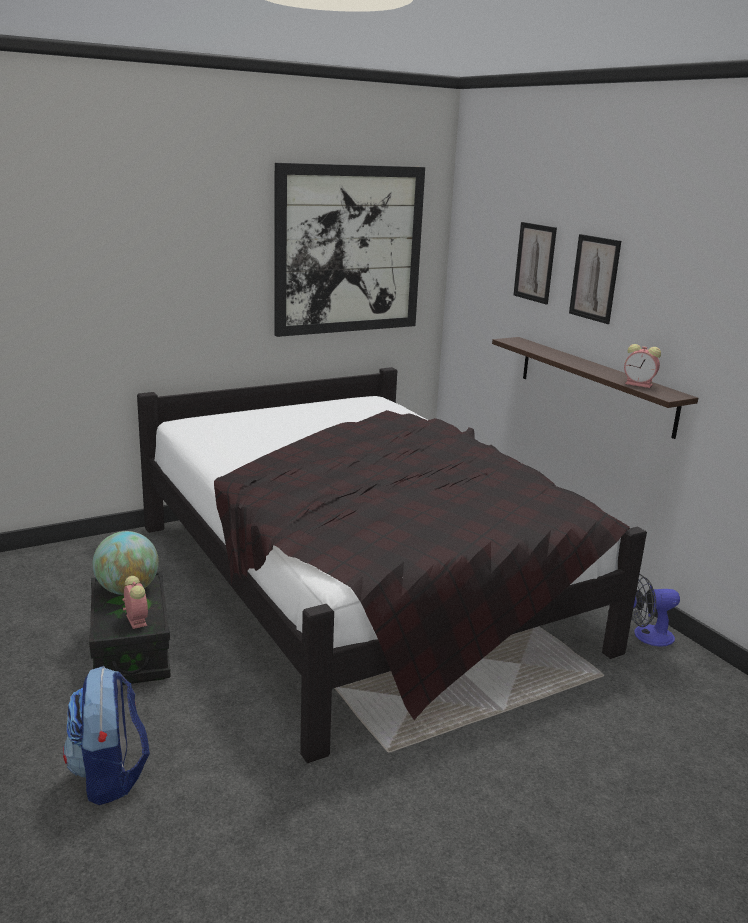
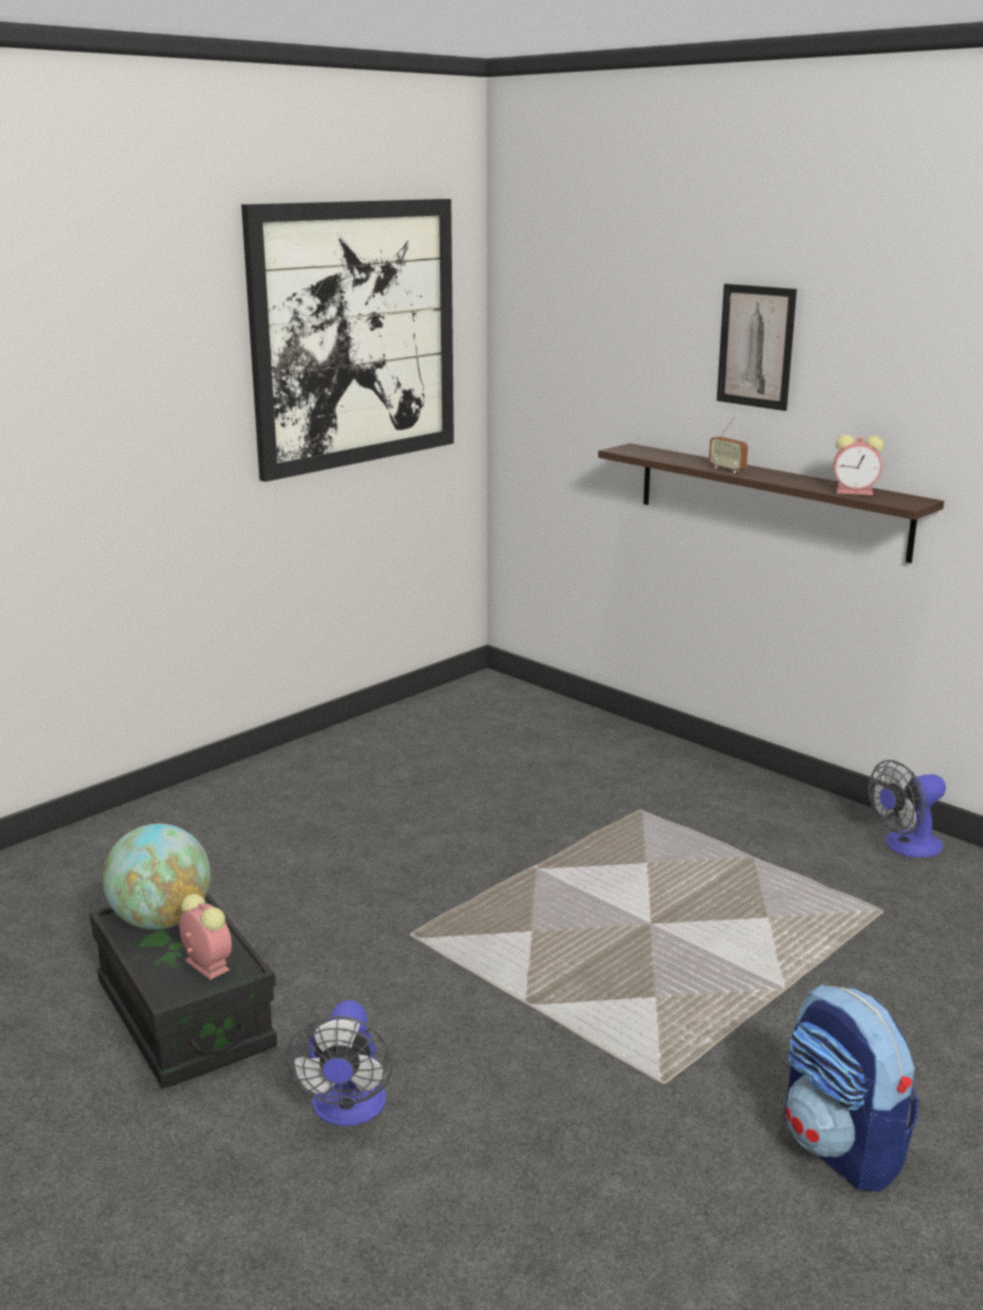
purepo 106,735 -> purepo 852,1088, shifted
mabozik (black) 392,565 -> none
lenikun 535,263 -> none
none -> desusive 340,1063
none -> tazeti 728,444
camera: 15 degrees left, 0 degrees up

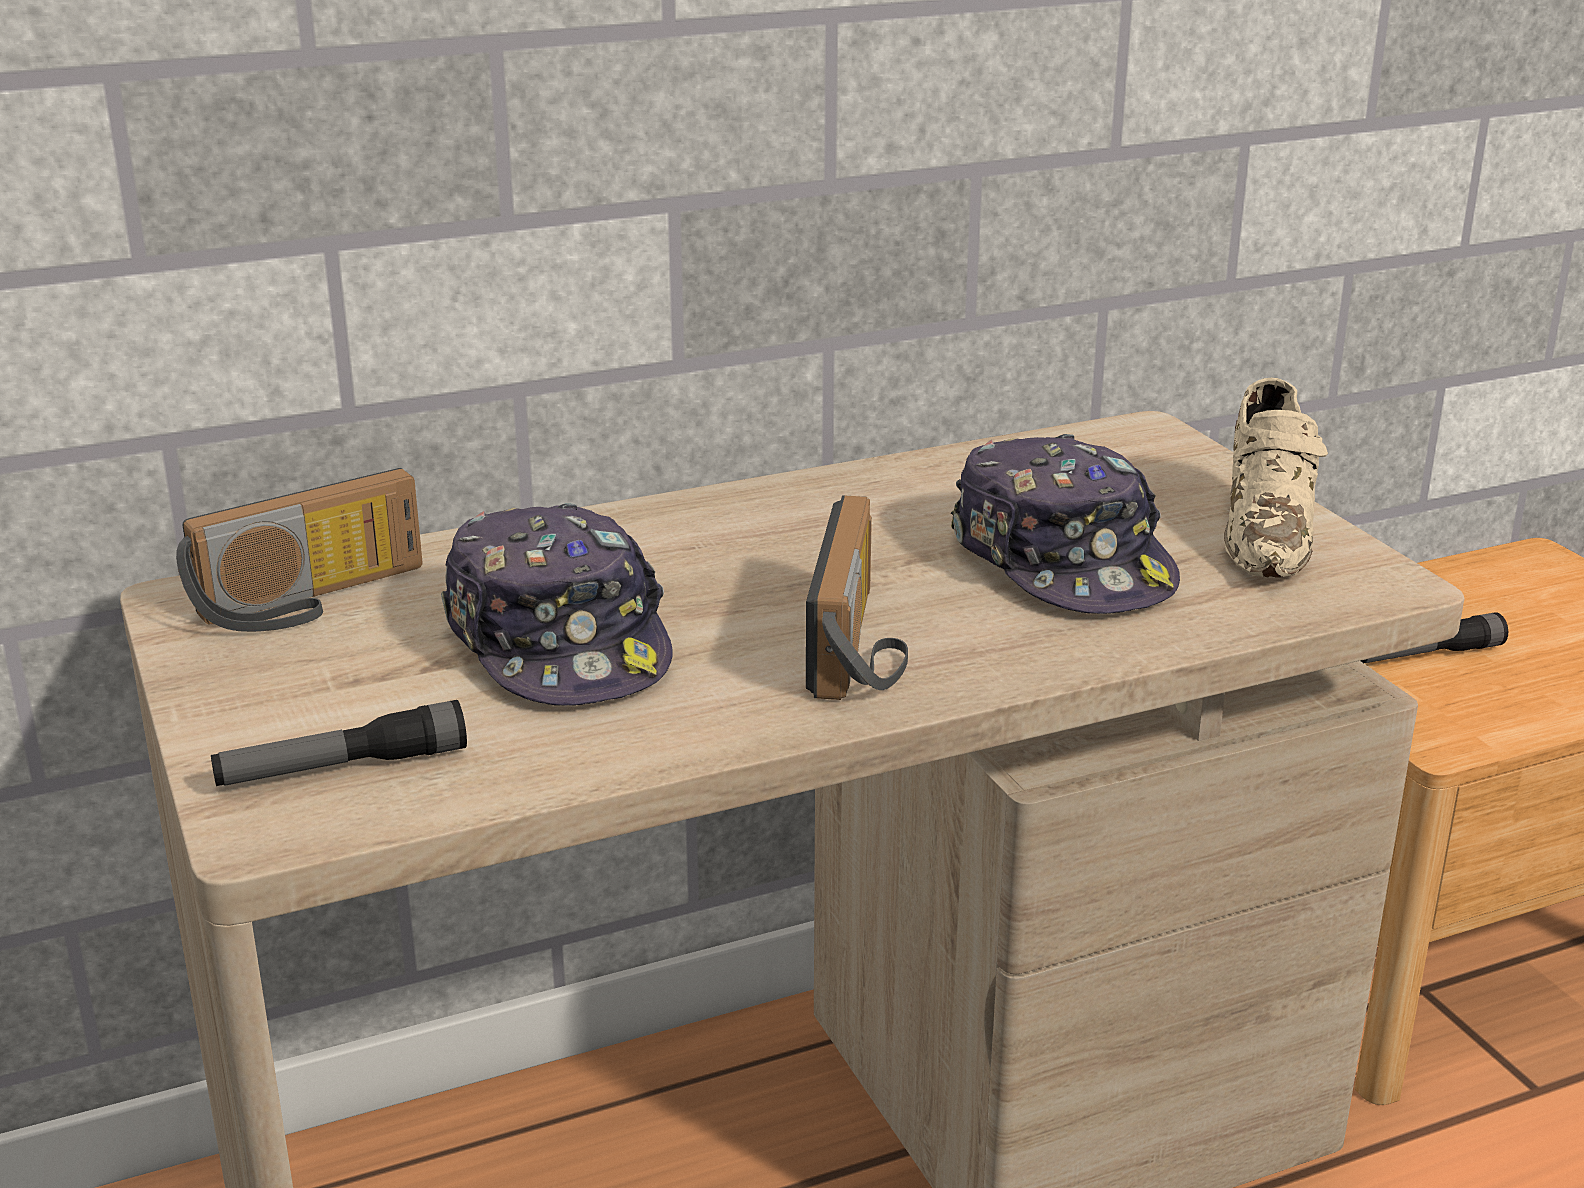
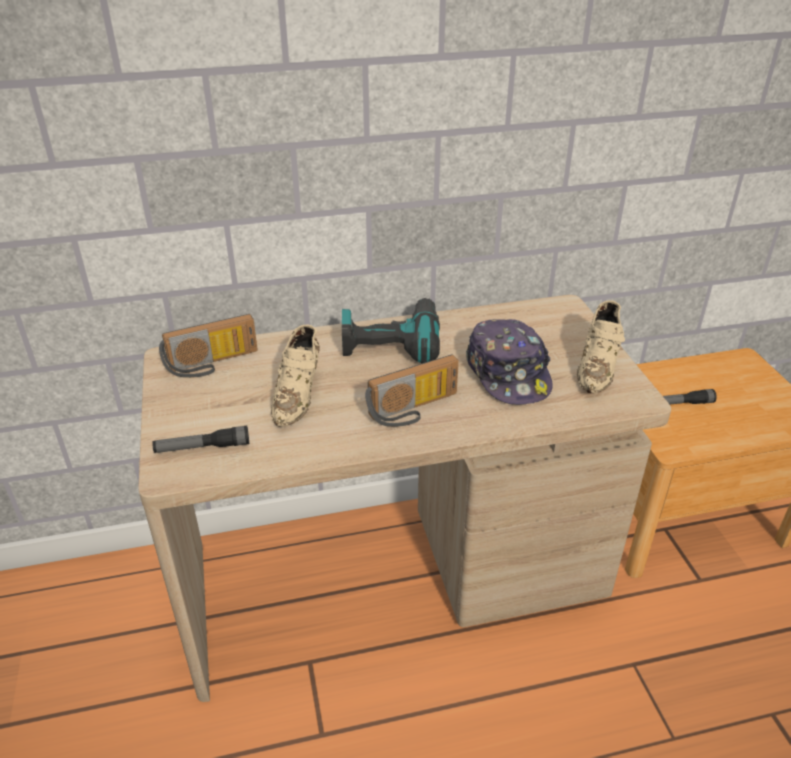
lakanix 556,604 -> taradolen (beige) 295,376
tazeti 857,597 -> tazeti 412,390, 45 degrees clockwise
none -> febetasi 391,331
camera: 10 degrees right, 10 degrees up

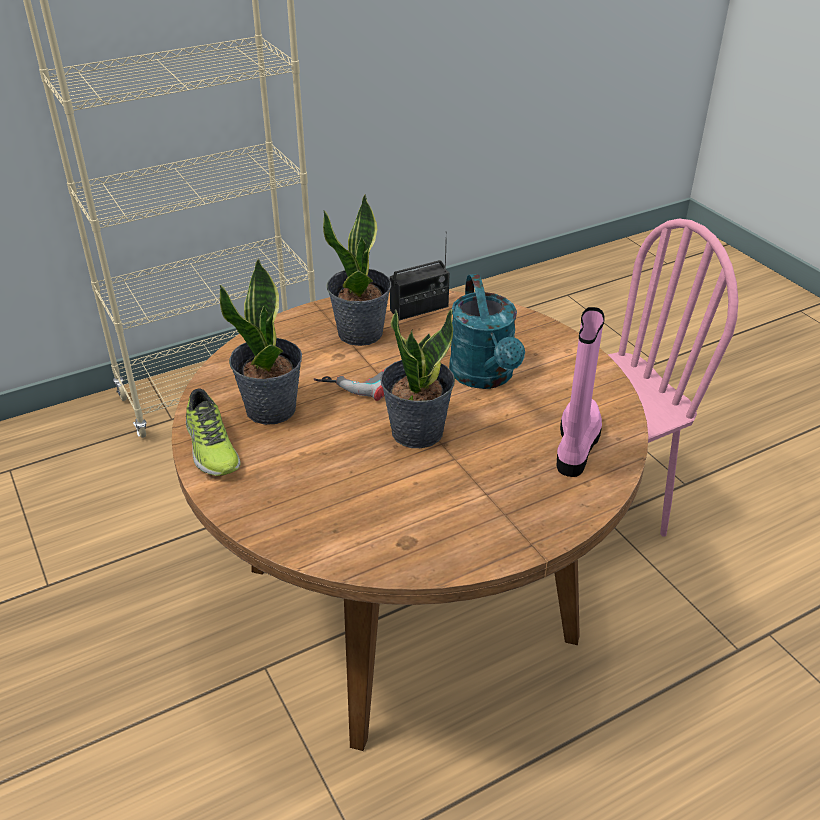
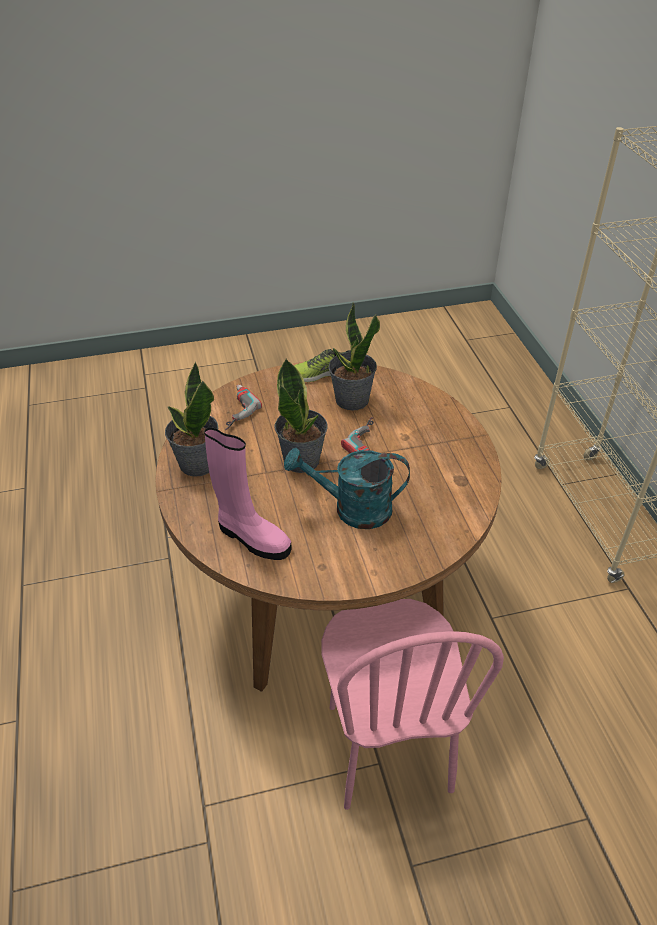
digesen 357,270 -> digesen 192,419, shifted
tazeti 420,276 -> none
none -> febetasi 243,407
camera: 105 degrees right, 5 degrees up

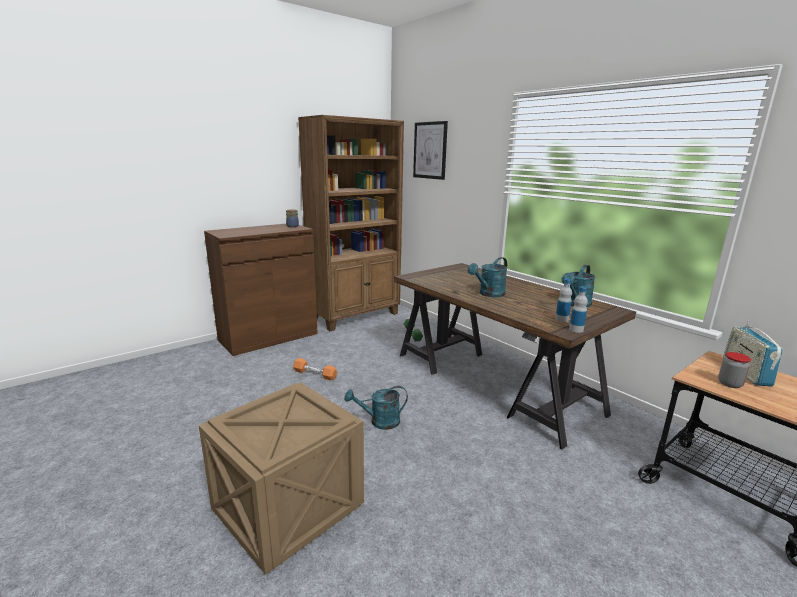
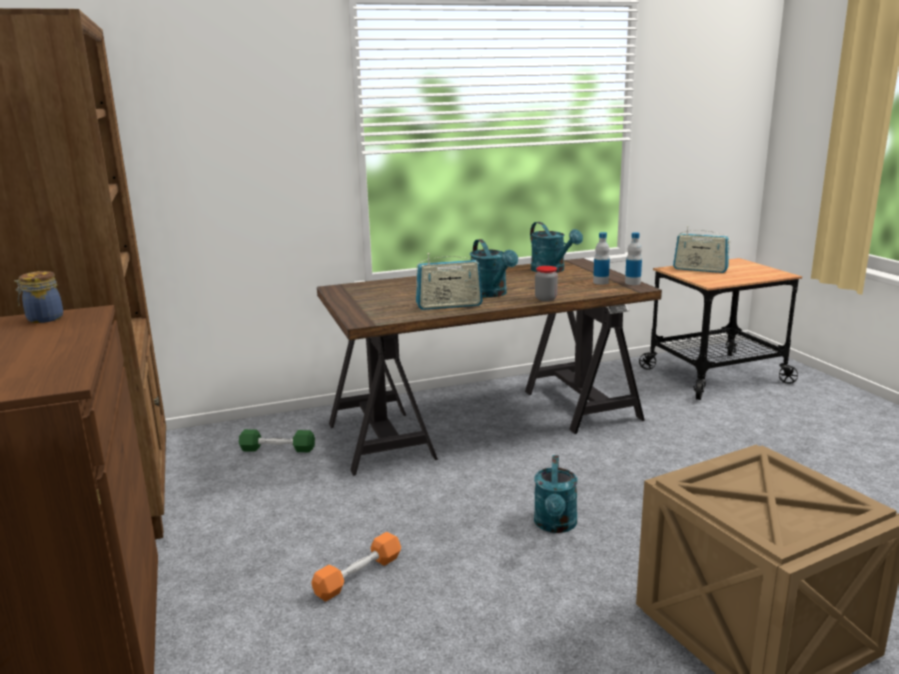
lenikun 430,150 -> none
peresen 734,370 -> peresen 546,283, shifted
none -> tazeti 449,281
camera: 70 degrees left, 0 degrees up

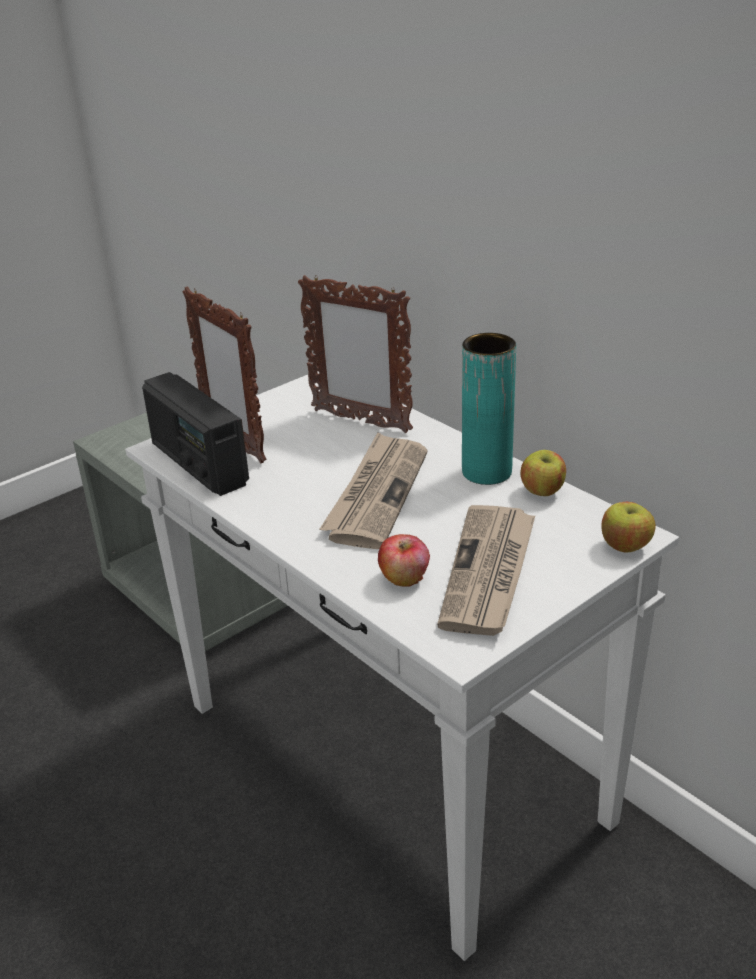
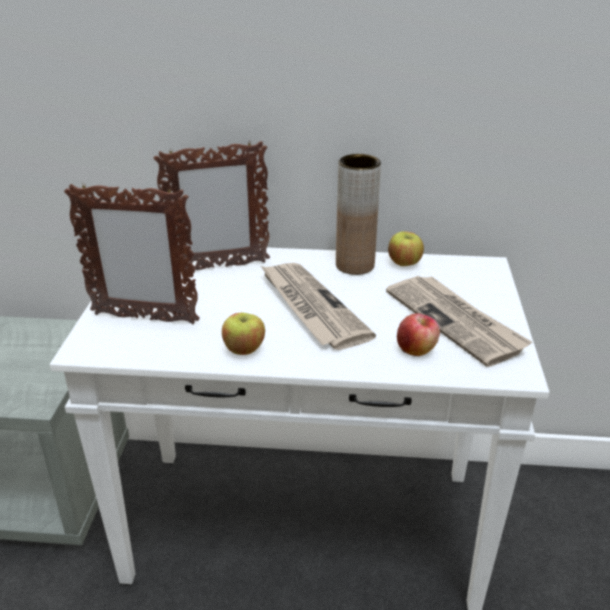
tazeti 195,434 -> none
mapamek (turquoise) 489,409 -> mapamek (brown) 358,214
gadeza 628,527 -> gadeza 243,334, shifted
camera: 45 degrees left, 0 degrees up

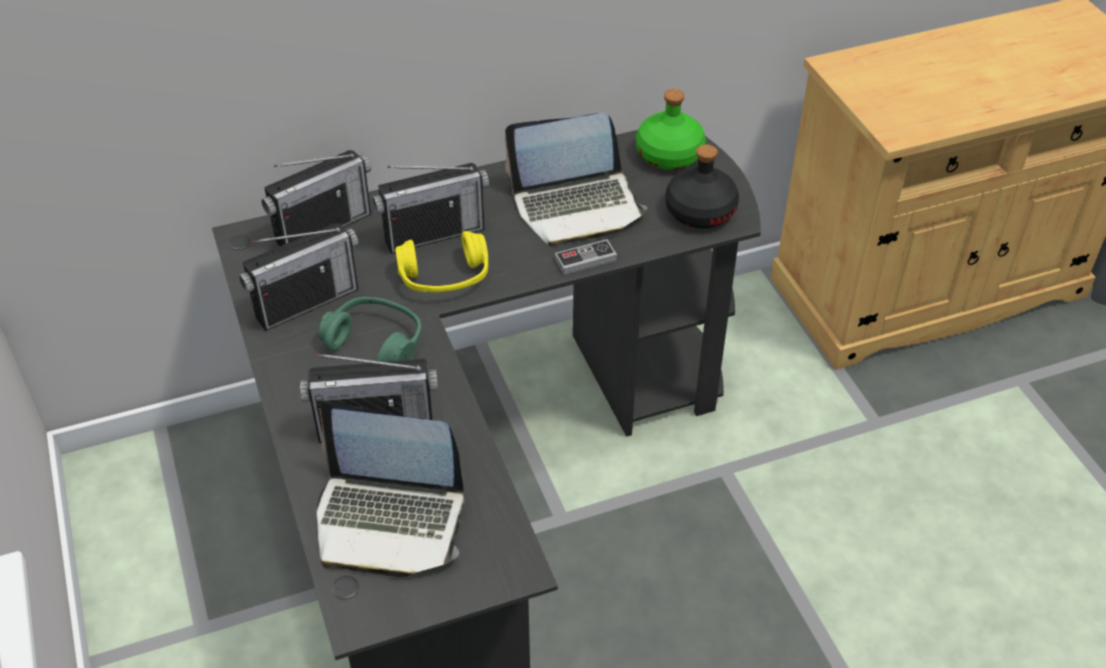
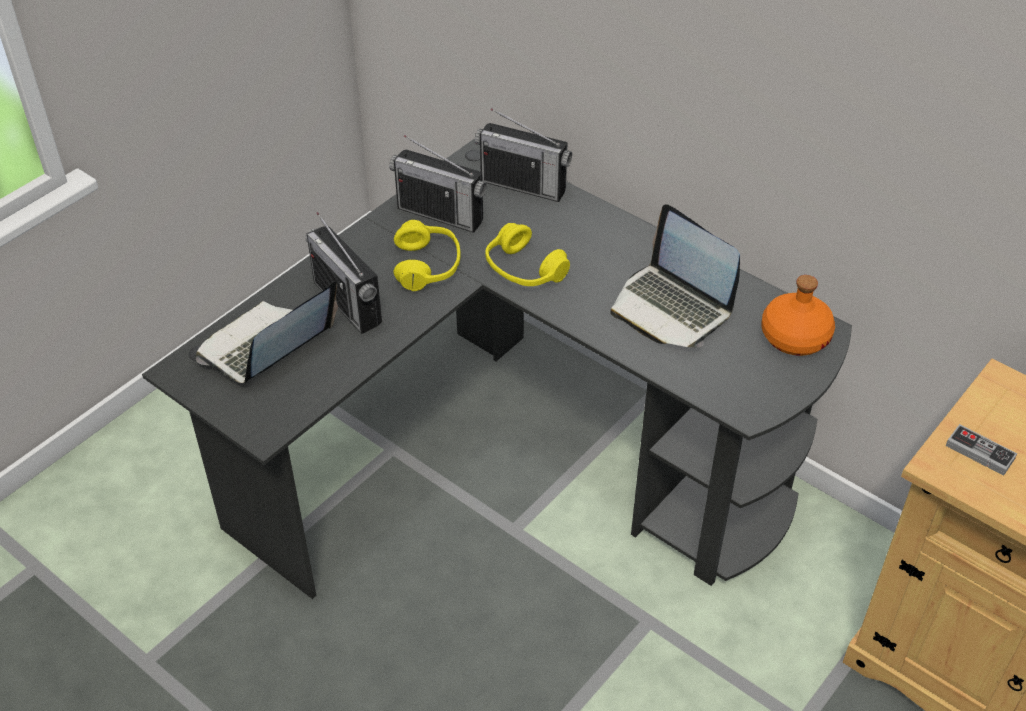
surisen 390,489 -> surisen 267,332, 60 degrees clockwise
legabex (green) 370,329 -> legabex (yellow) 427,255
tazeti 431,208 -> none
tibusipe 586,257 -> tibusipe 981,450, shifted
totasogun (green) 671,129 -> totasogun (orange) 798,315
totasogun (black) 702,186 -> none
camera: 60 degrees right, 0 degrees up

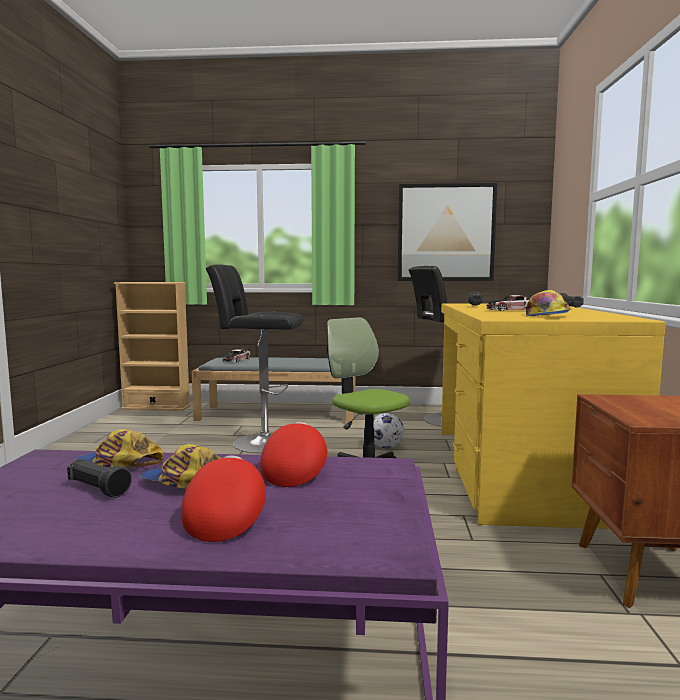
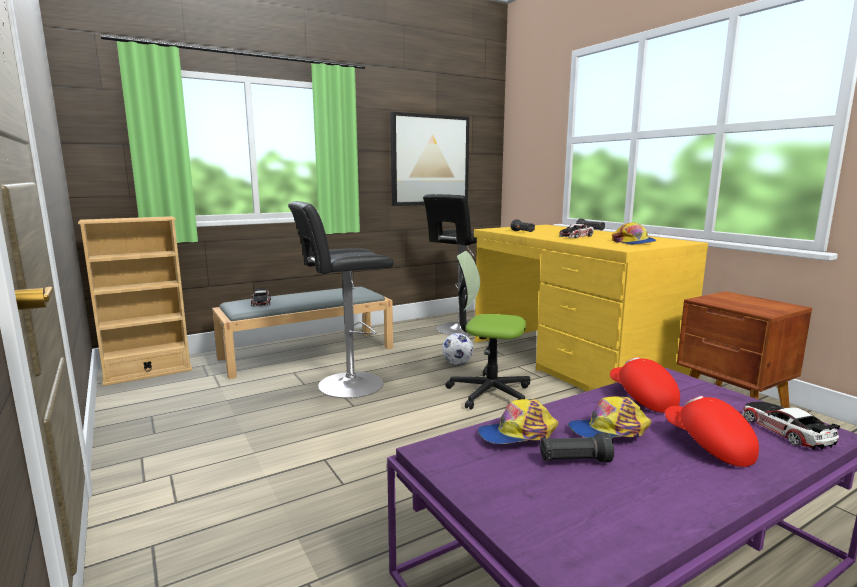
none -> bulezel 790,426
camera: 35 degrees left, 5 degrees up

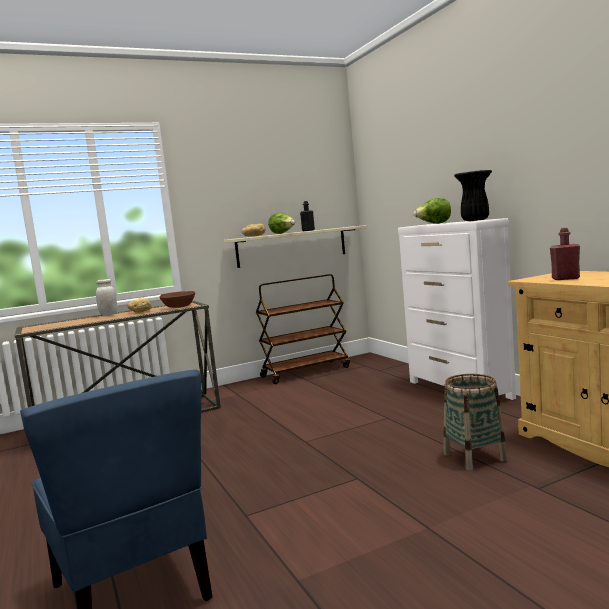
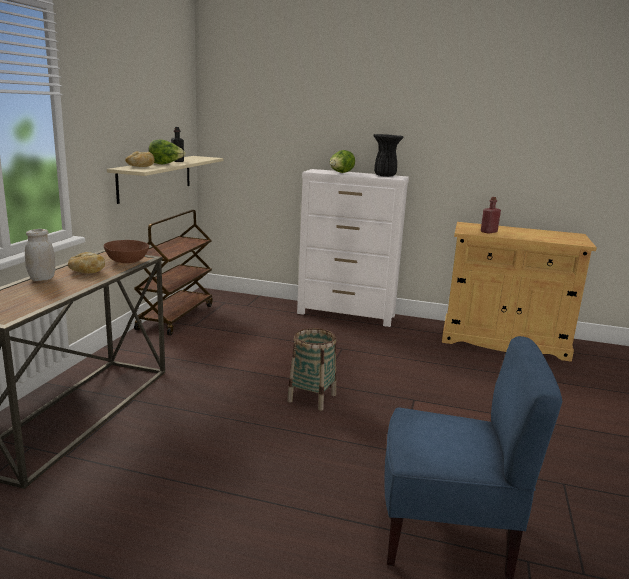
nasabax 475,422 -> nasabax 311,369, shifted
camera: 50 degrees left, 10 degrees up

